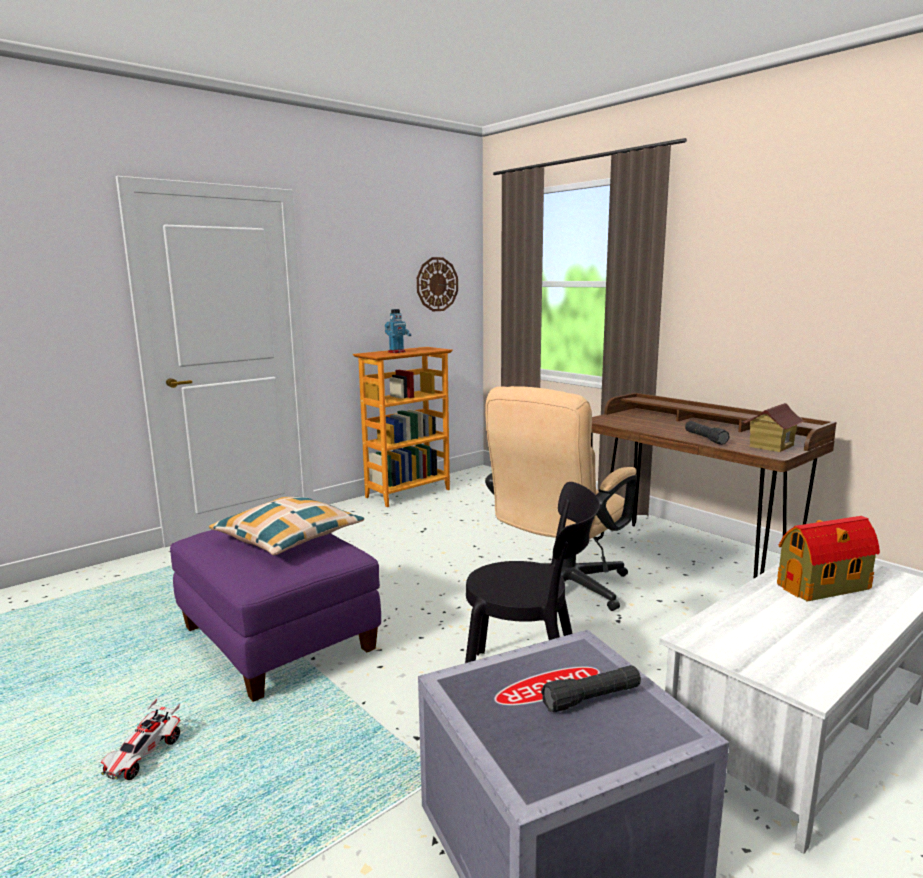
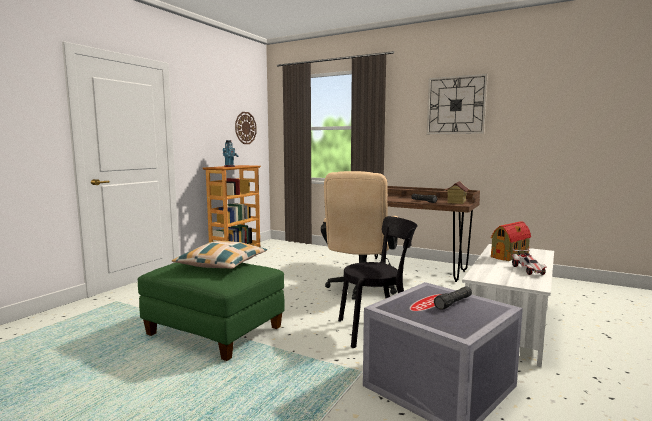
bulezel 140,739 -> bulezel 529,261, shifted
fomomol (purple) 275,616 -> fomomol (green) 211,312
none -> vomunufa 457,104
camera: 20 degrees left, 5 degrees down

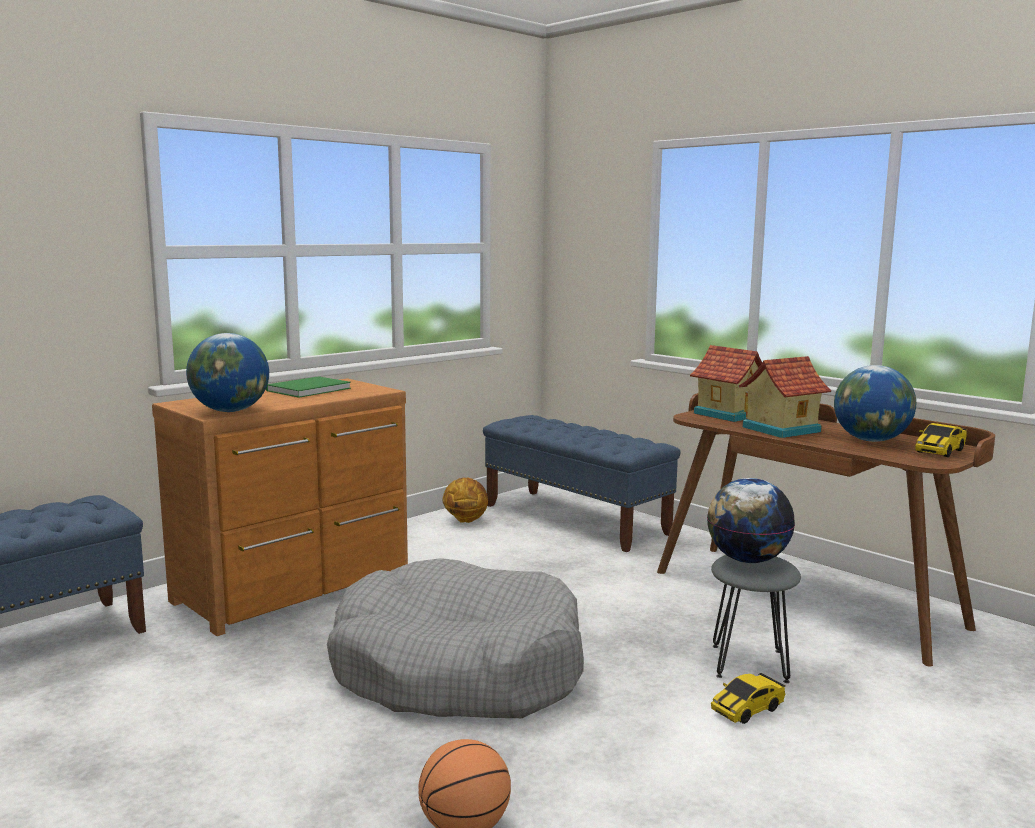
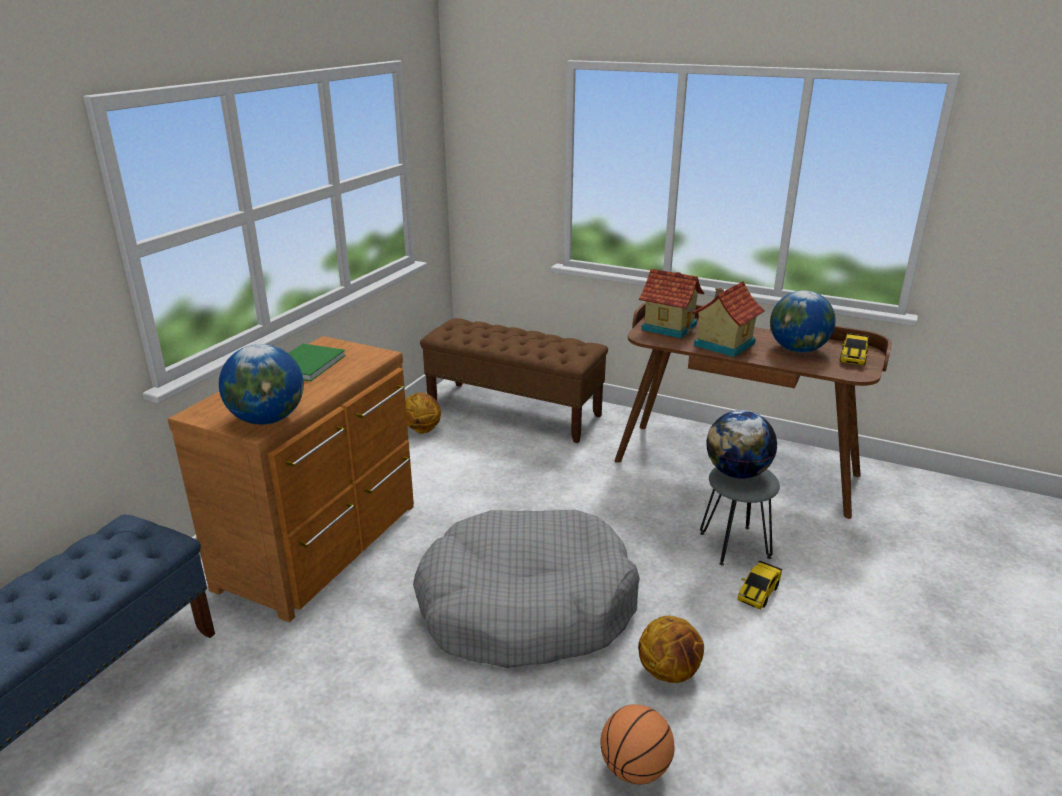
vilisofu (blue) 582,483 -> vilisofu (brown) 514,380
none -> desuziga 671,649
camera: 20 degrees left, 15 degrees up

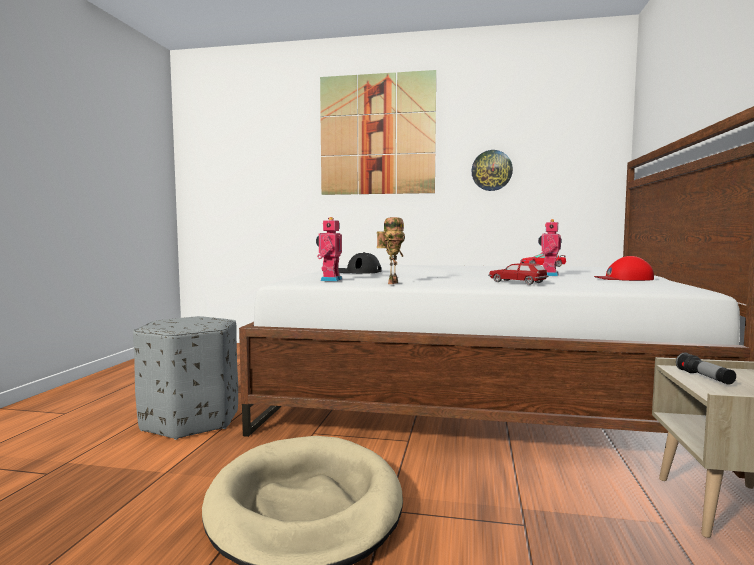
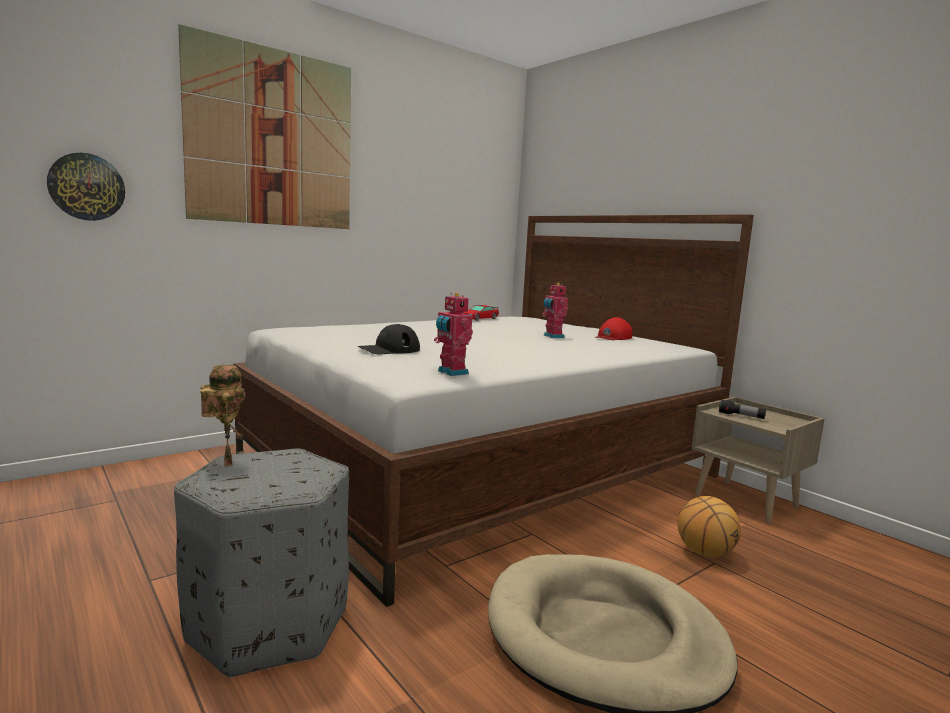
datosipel 391,250 -> datosipel 222,415, shifted
vomunufa 492,170 -> vomunufa 86,187, shifted
bulezel 518,274 -> none
none -> desuziga 709,526
camera: 50 degrees left, 5 degrees up

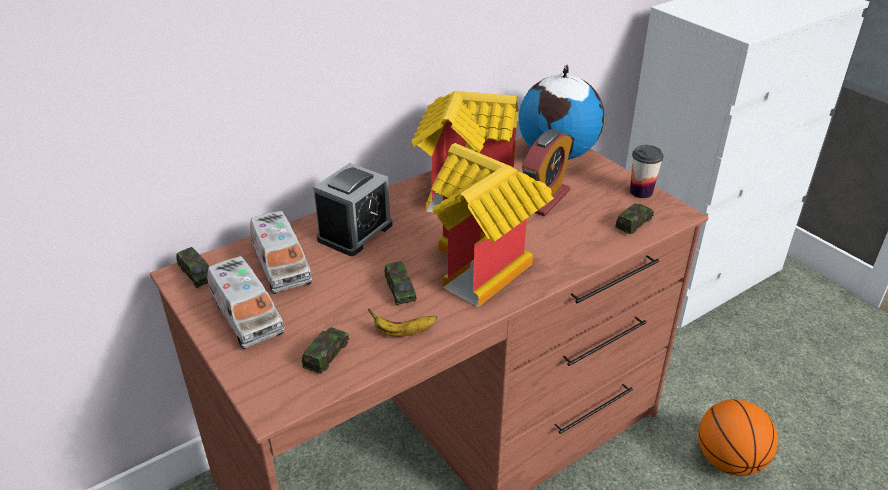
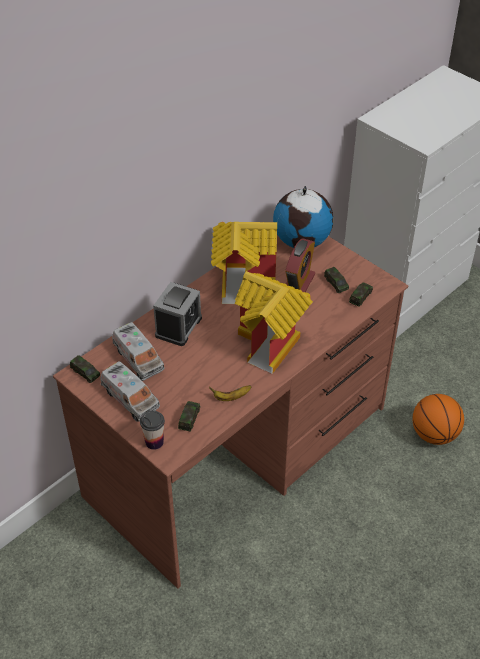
bulezel 400,283 -> bulezel 336,280, shifted
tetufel 647,171 -> tetufel 152,430, shifted
camera: 10 degrees left, 10 degrees up

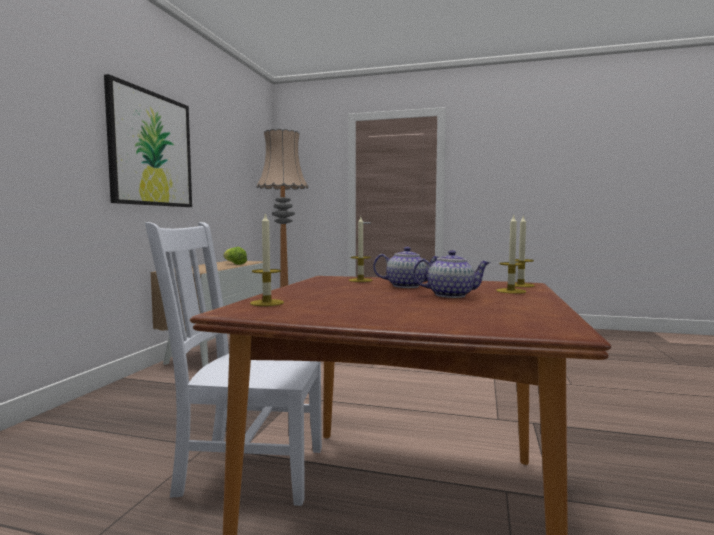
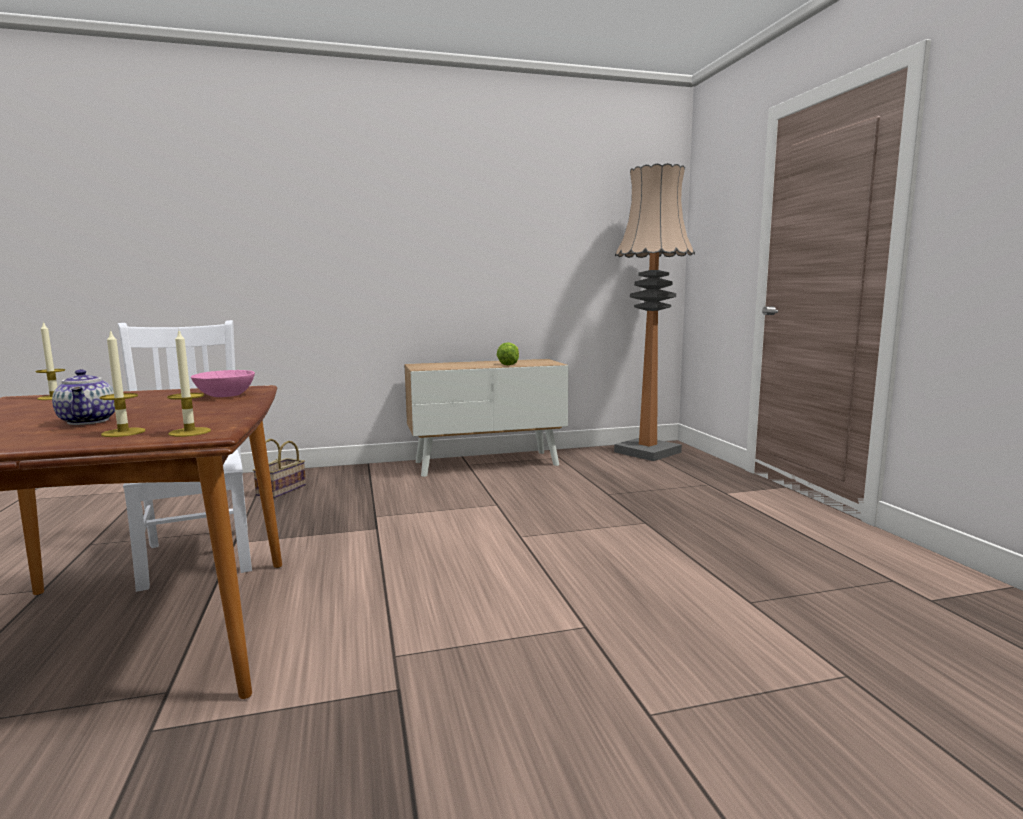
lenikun 148,140 -> none
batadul 361,249 -> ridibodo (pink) 223,383
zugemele 406,267 -> none
none -> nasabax 279,468
camera: 60 degrees right, 5 degrees up

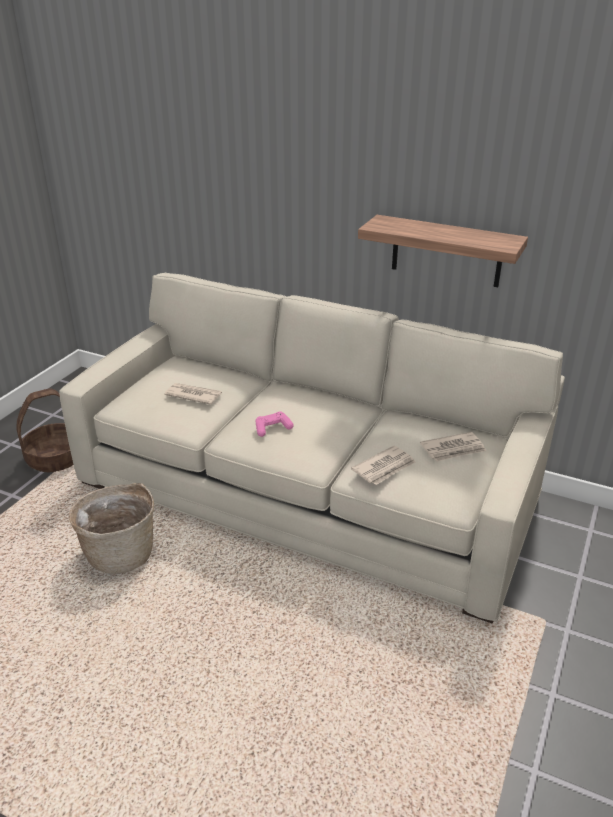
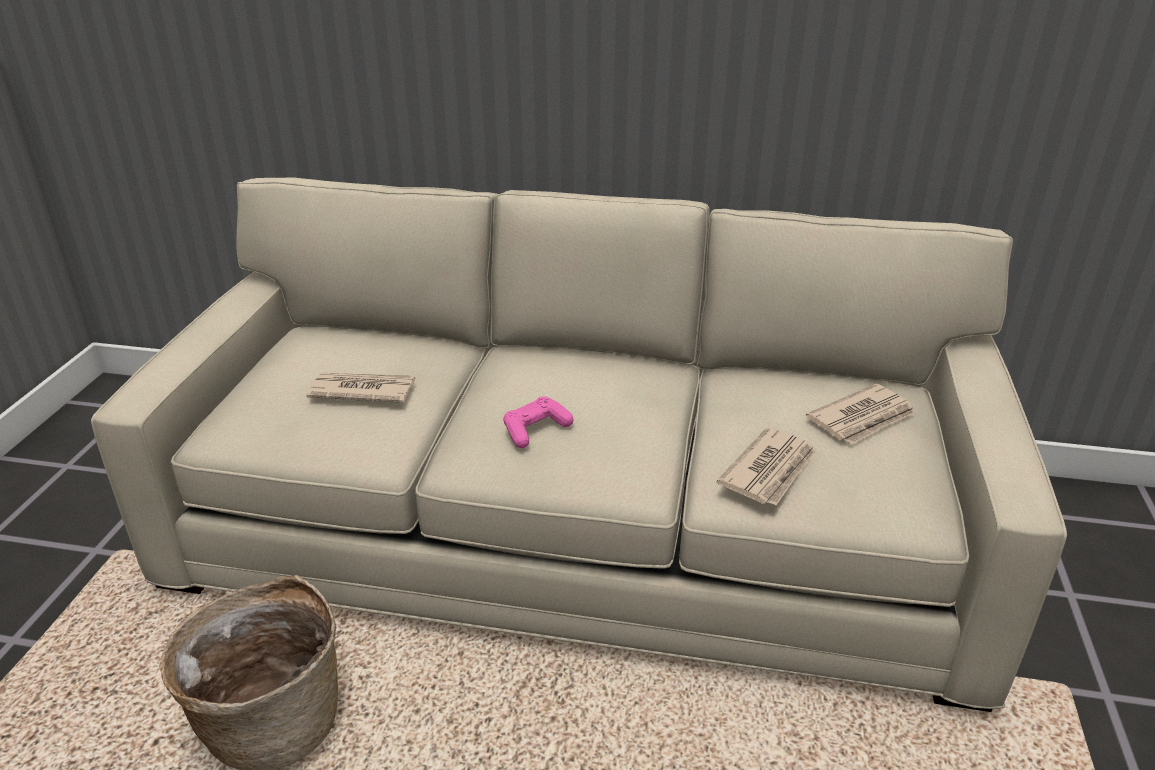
nasabax 45,430 -> none
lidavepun 443,251 -> none
camera: 15 degrees left, 0 degrees up

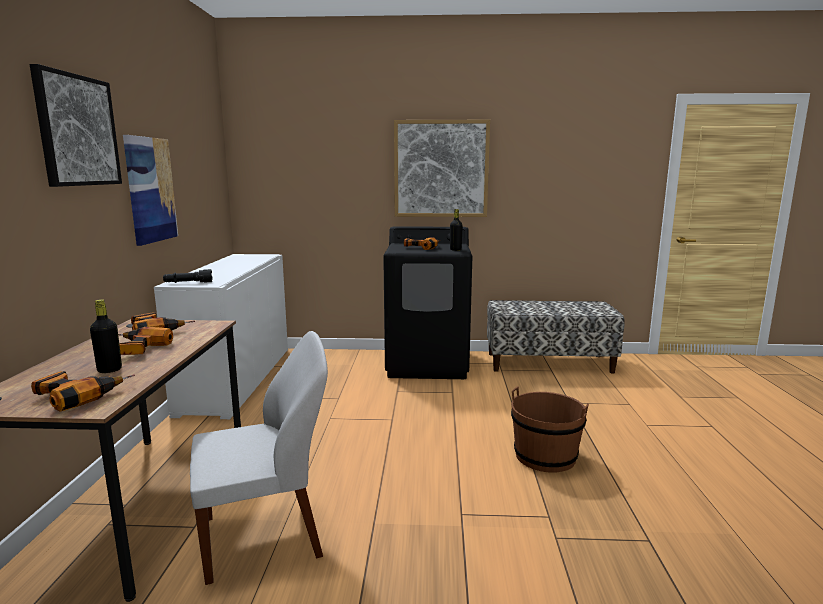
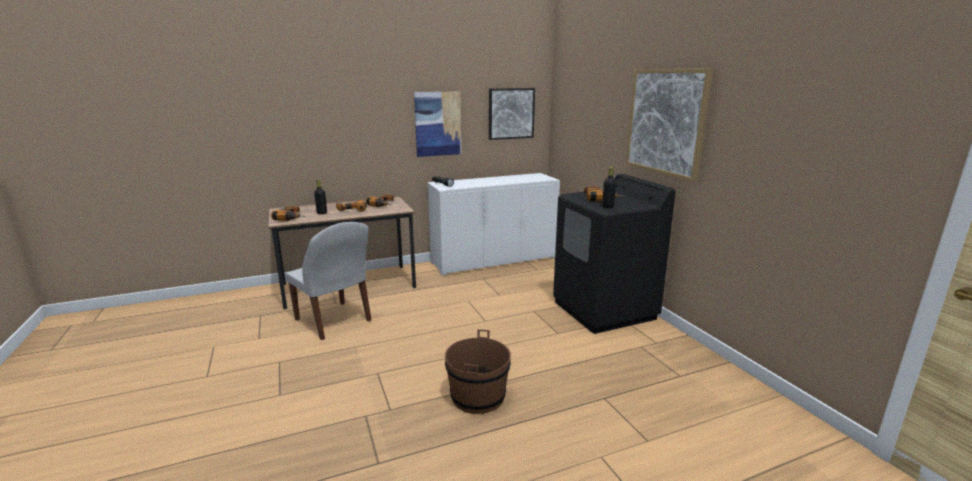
lenikun 75,125 -> lenikun 512,114, shifted
vilisofu 556,336 -> none
camera: 65 degrees right, 5 degrees up

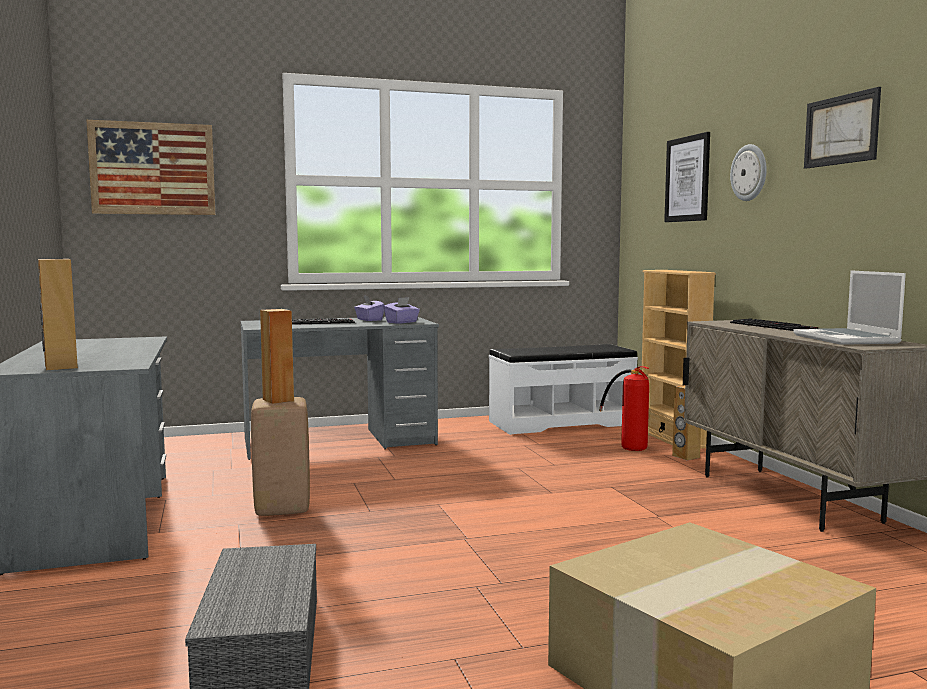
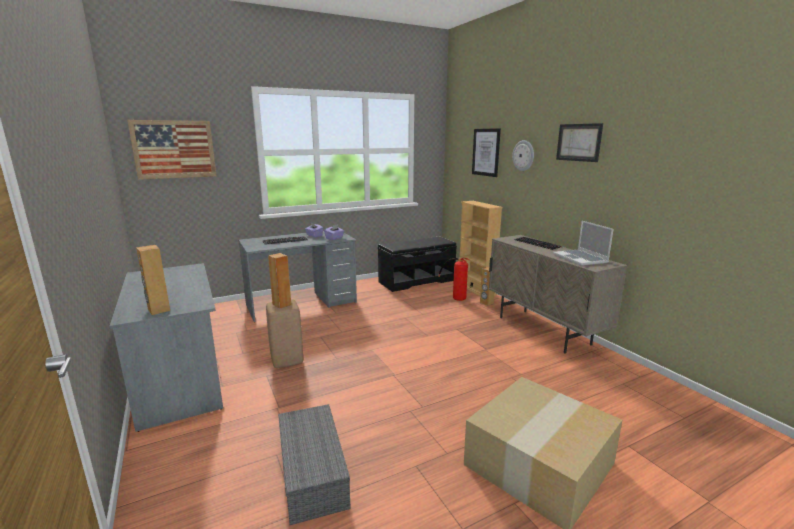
vilisofu (white) 563,389 -> vilisofu (black) 417,264
camera: 10 degrees left, 10 degrees up

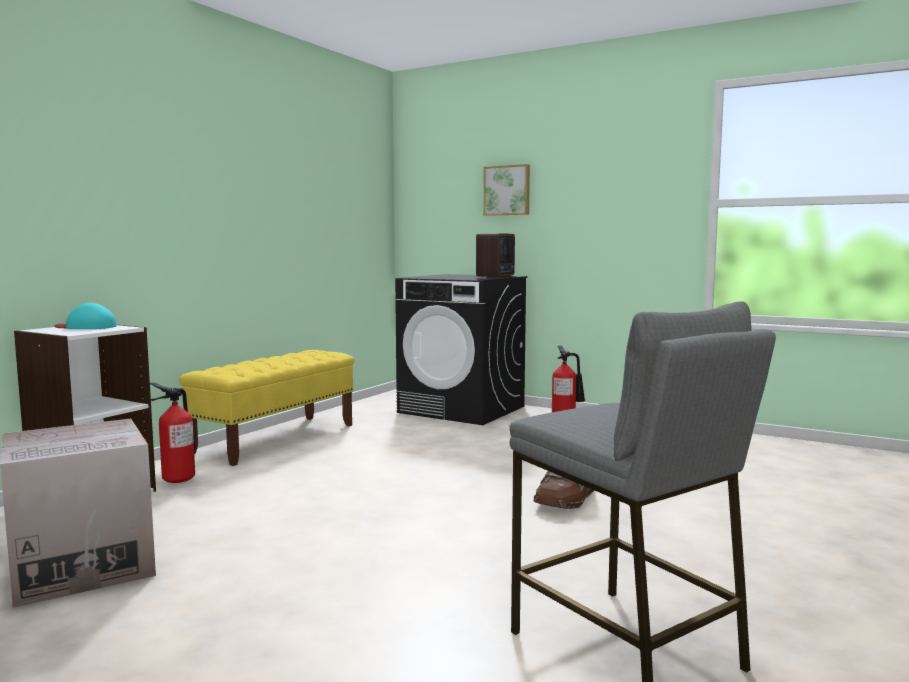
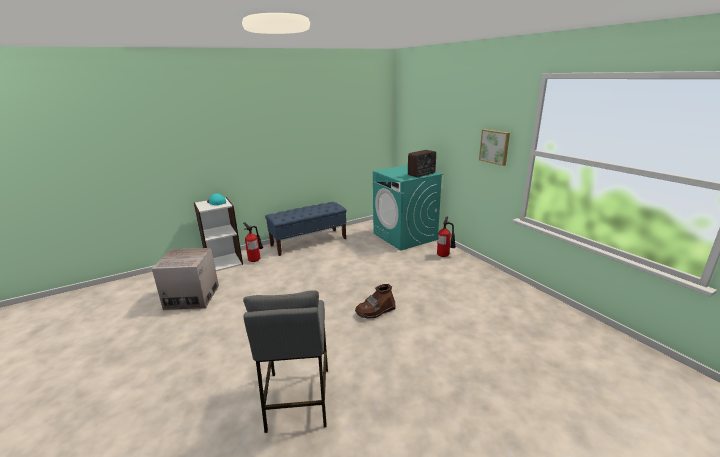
vilisofu (yellow) 266,408 -> vilisofu (blue) 306,229
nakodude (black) 461,349 -> nakodude (turquoise) 408,208
lenikun 506,190 -> lenikun 494,147, shifted
camera: 30 degrees right, 15 degrees up

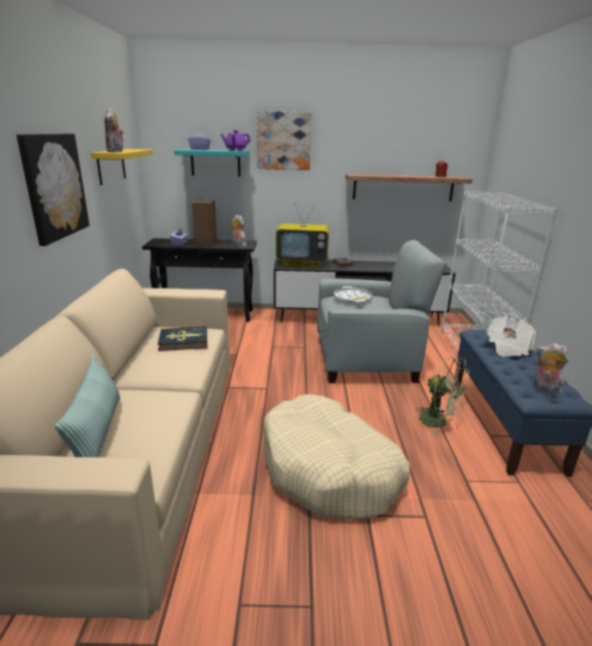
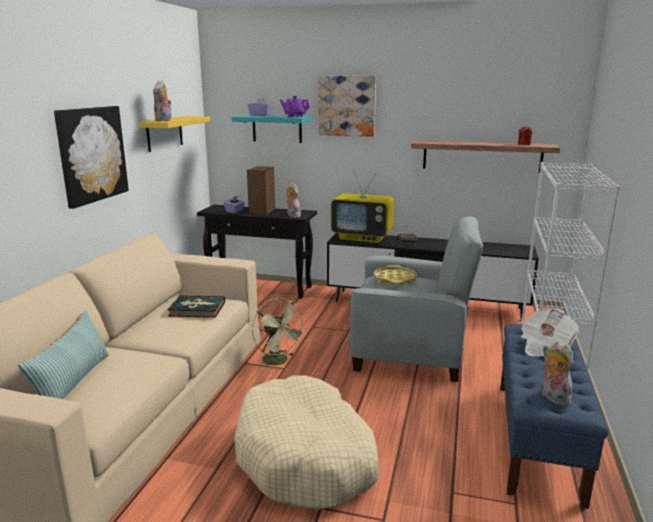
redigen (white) 353,295 -> redigen (yellow) 395,275
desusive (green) 442,395 -> desusive (green) 279,334, shifted
camera: 15 degrees right, 5 degrees down

